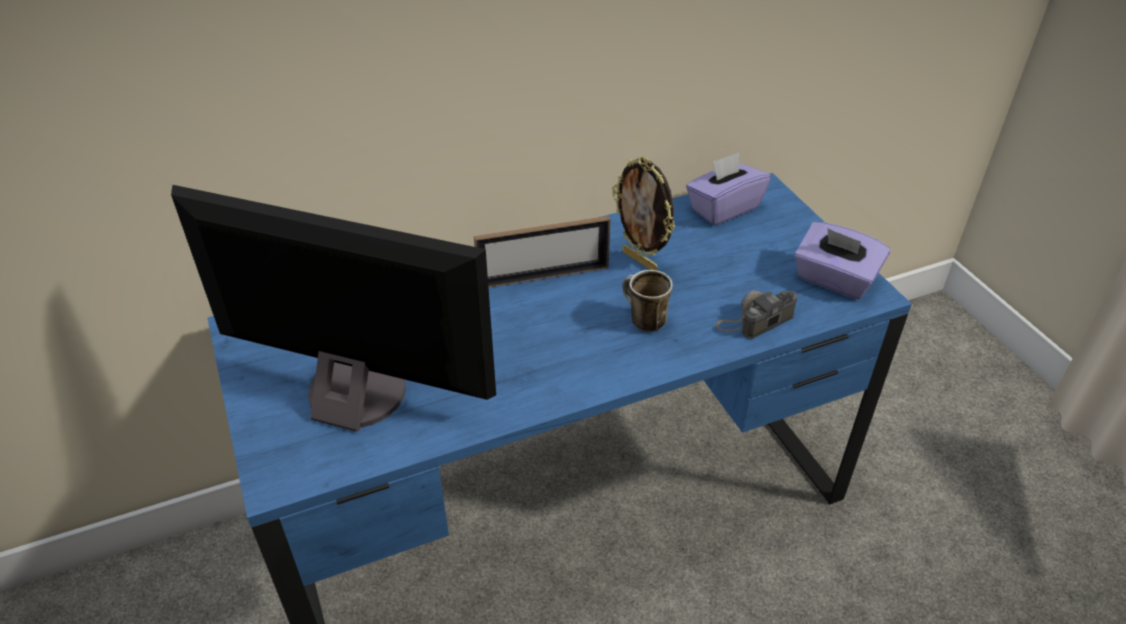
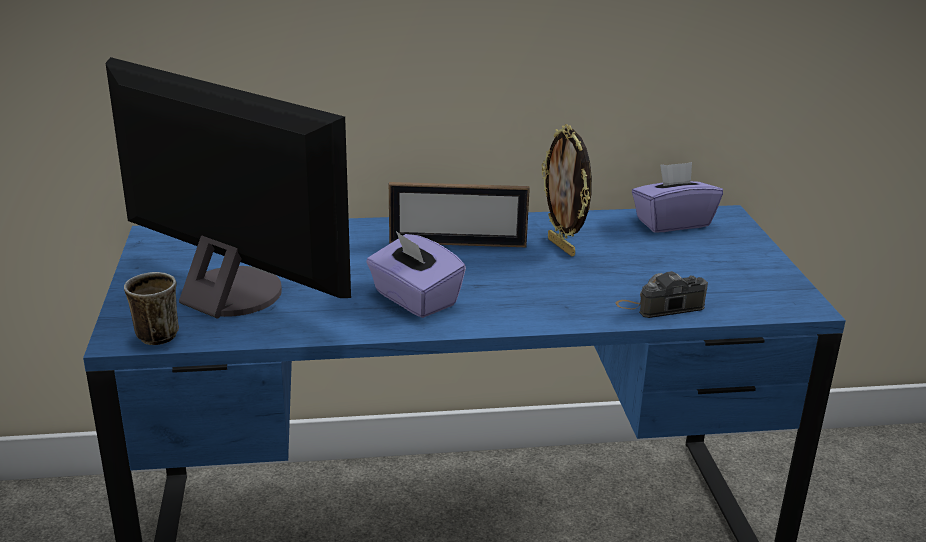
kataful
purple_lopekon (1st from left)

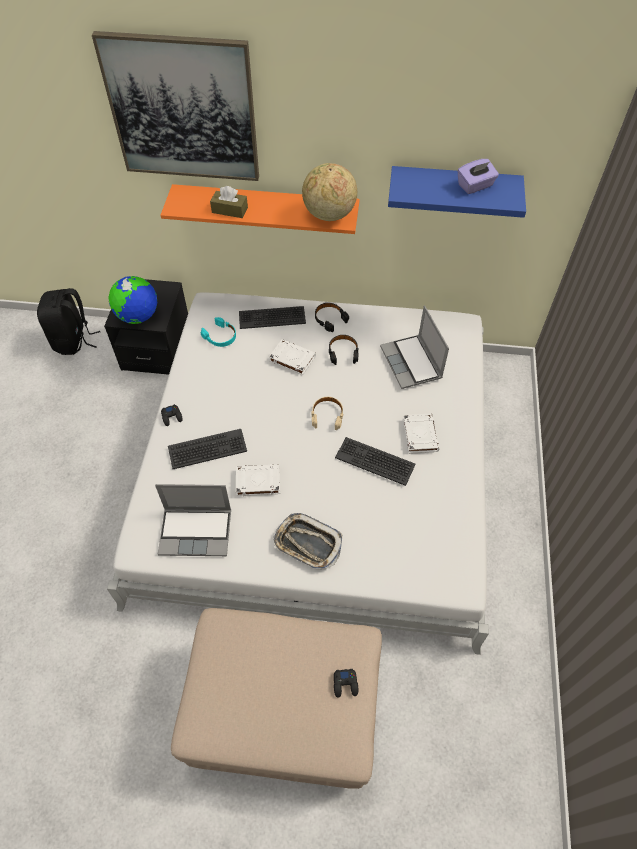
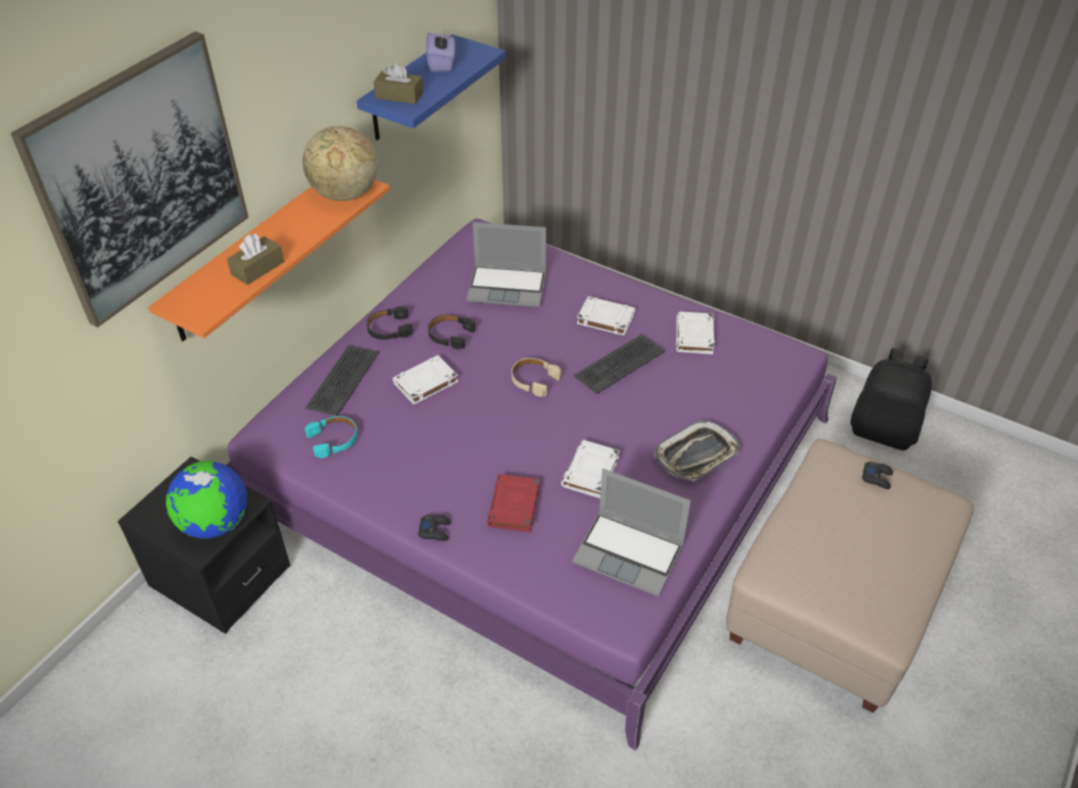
brown_lopekon (2nd from left)
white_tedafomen (4th from left)
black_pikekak
red_tedafomen
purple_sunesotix
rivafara (2nd from left)

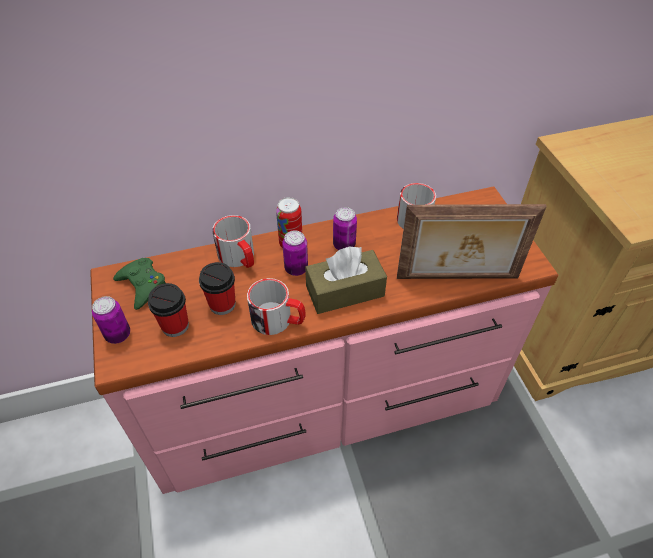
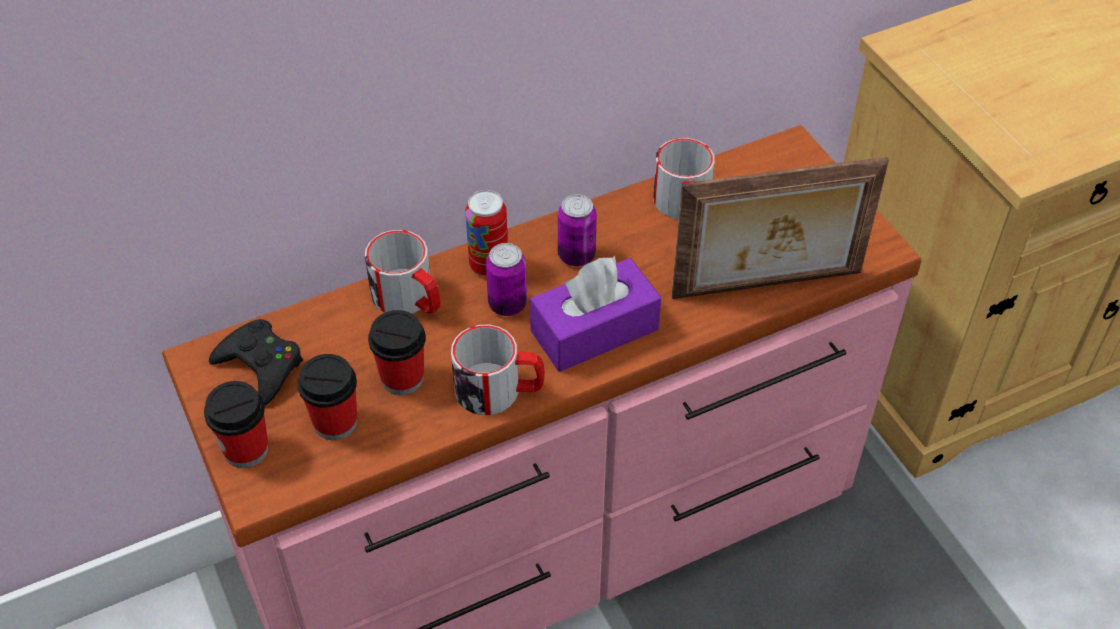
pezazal (1st from left)
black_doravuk
purple_lopekon

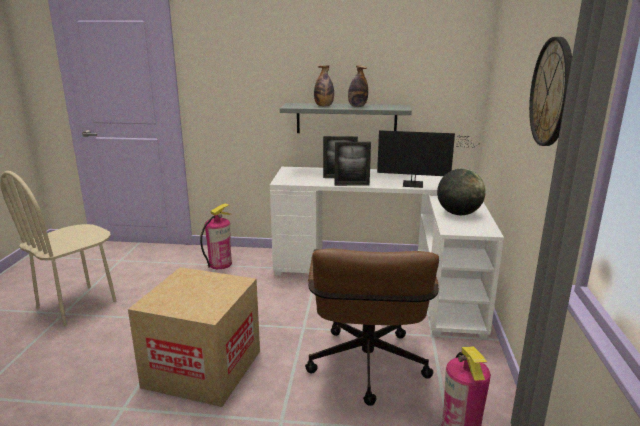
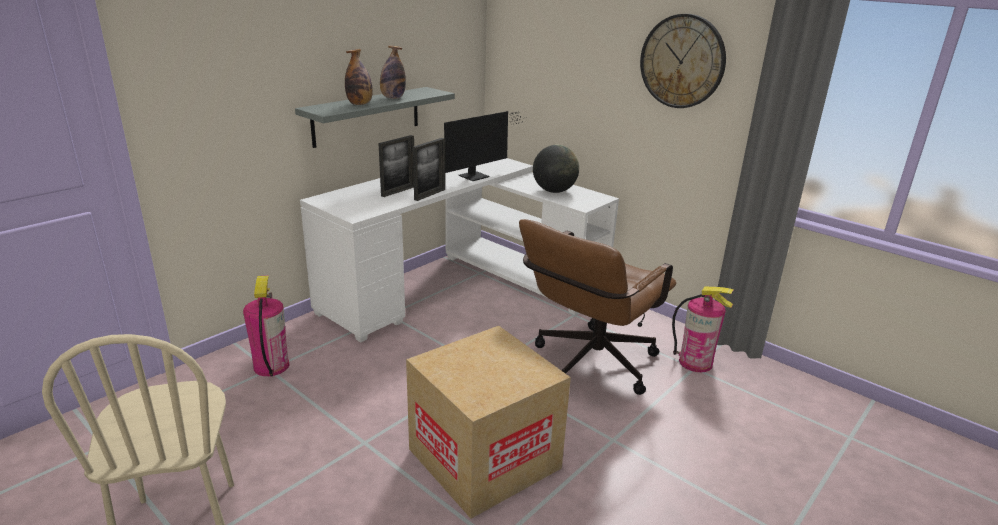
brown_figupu

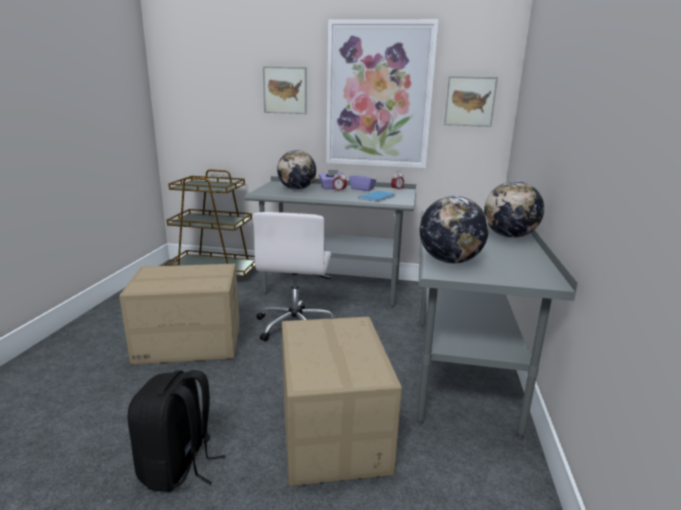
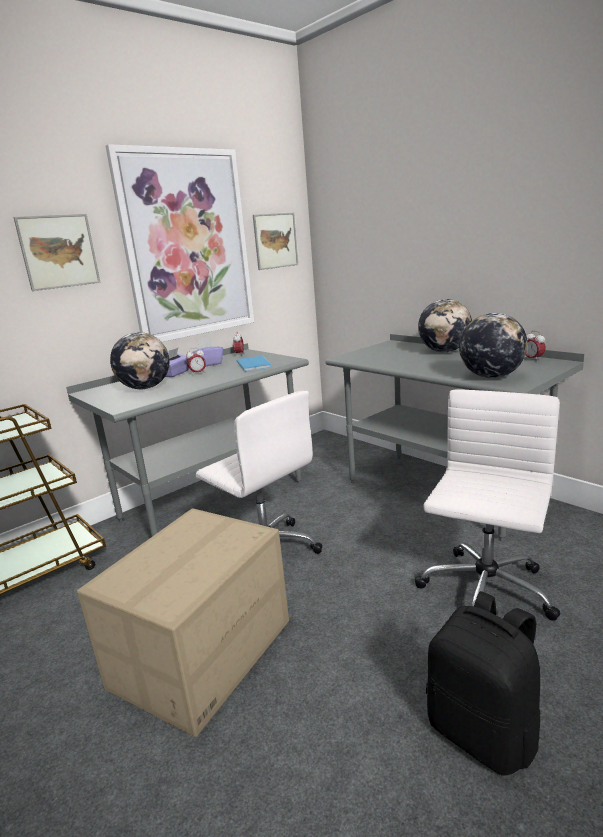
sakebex (3rd from left)
white_figupu (2nd from left)

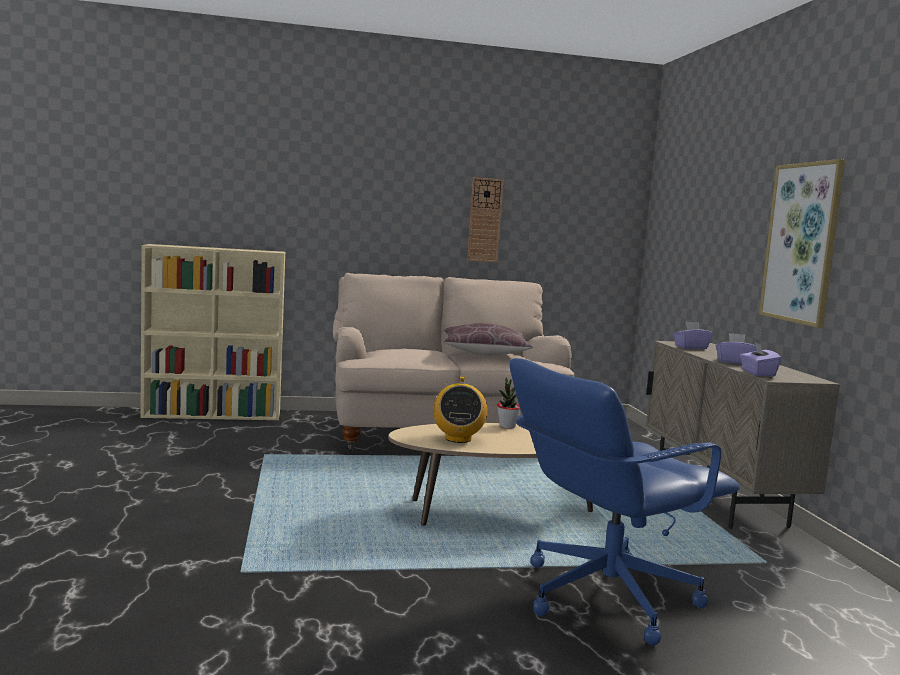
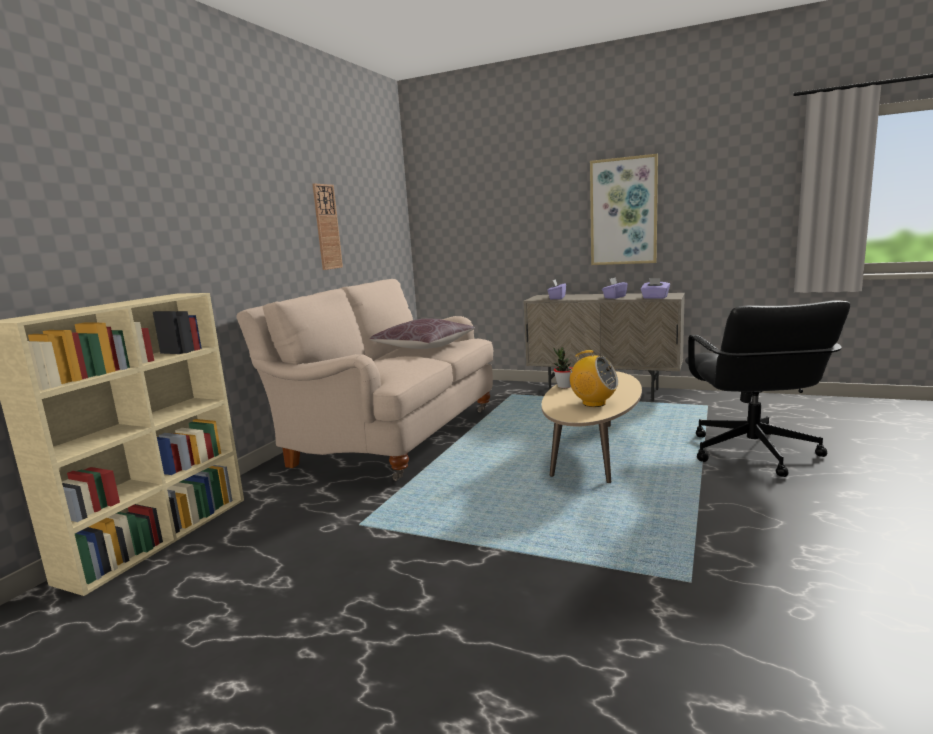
black_figupu

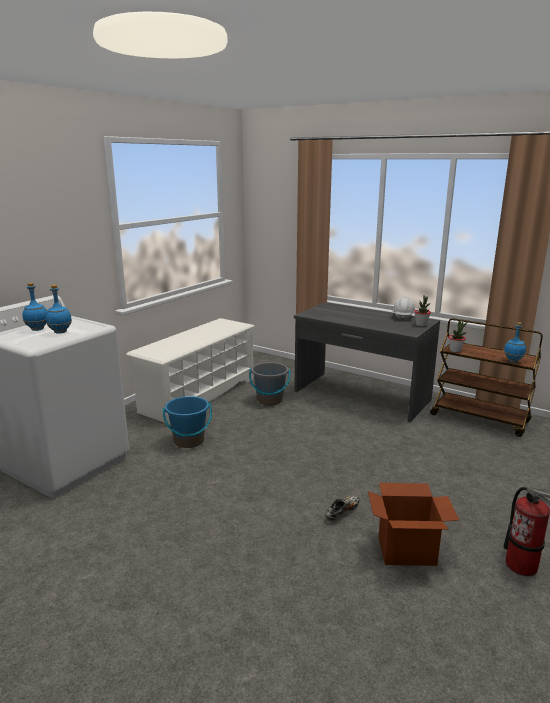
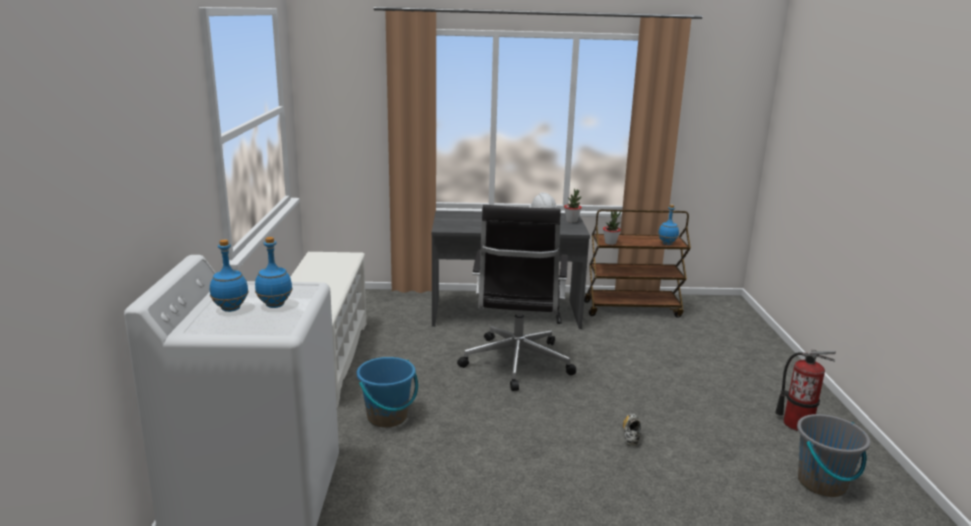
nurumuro
black_figupu
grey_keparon

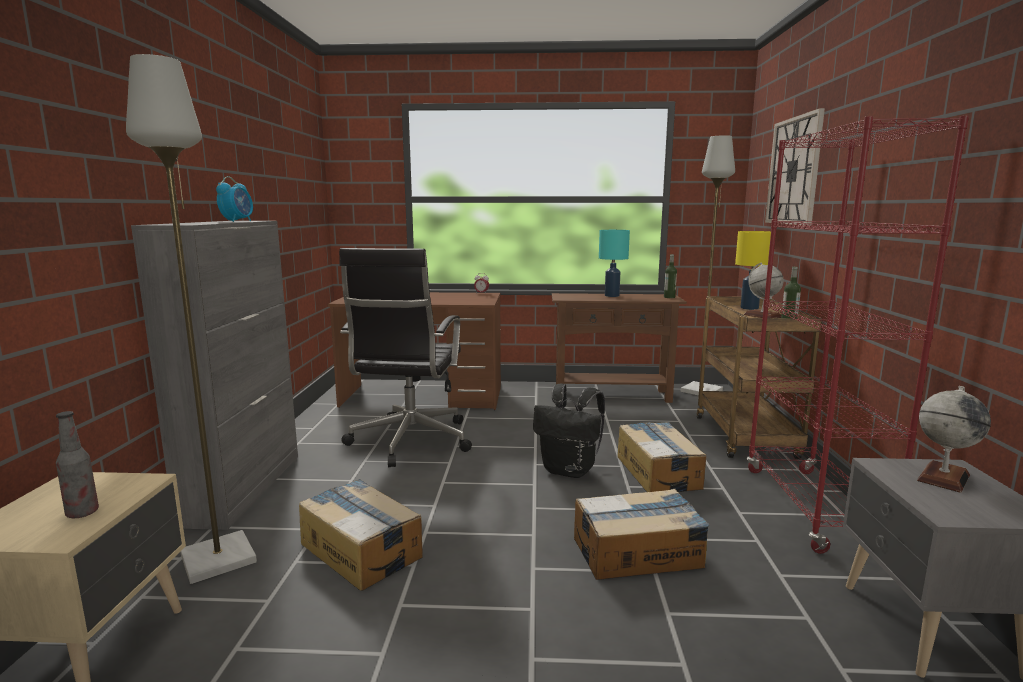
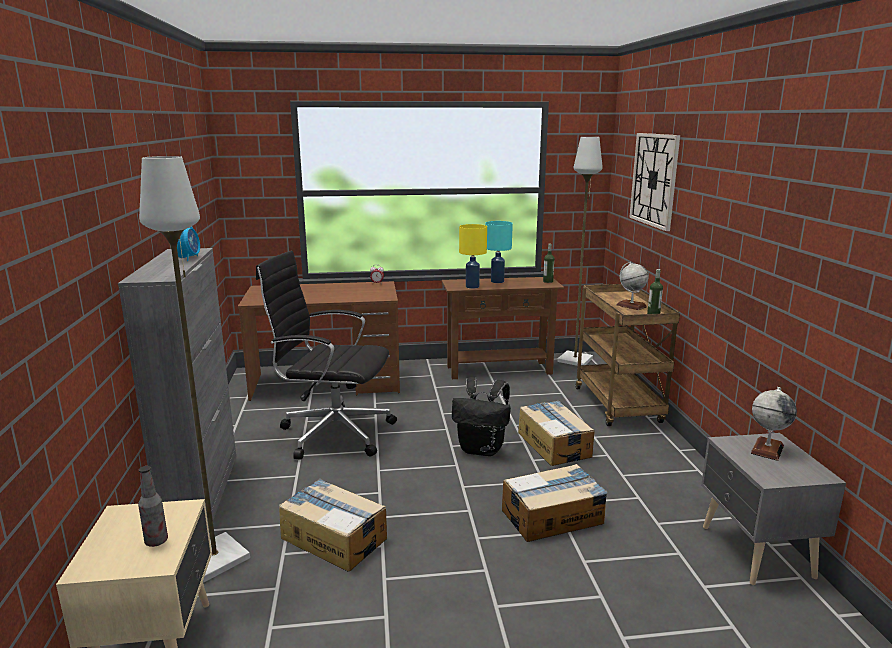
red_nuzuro
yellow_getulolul
black_figupu

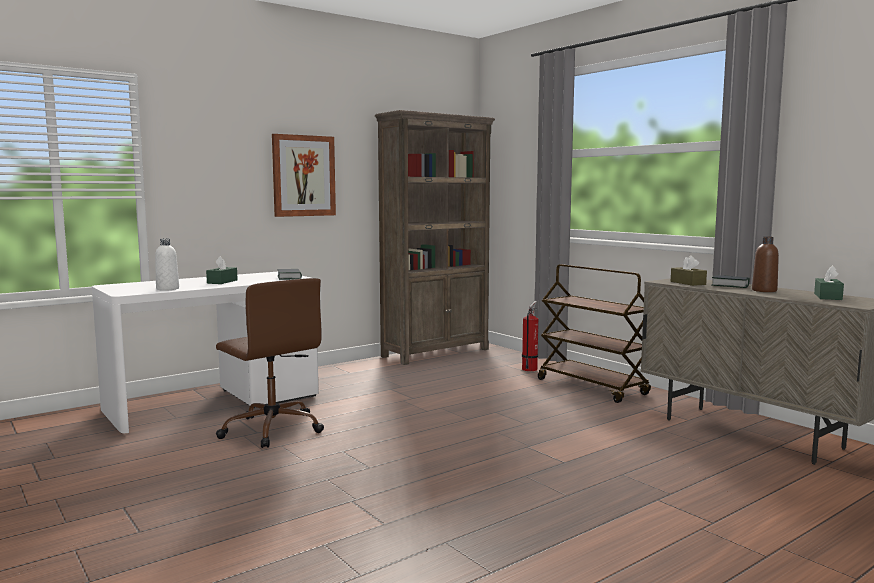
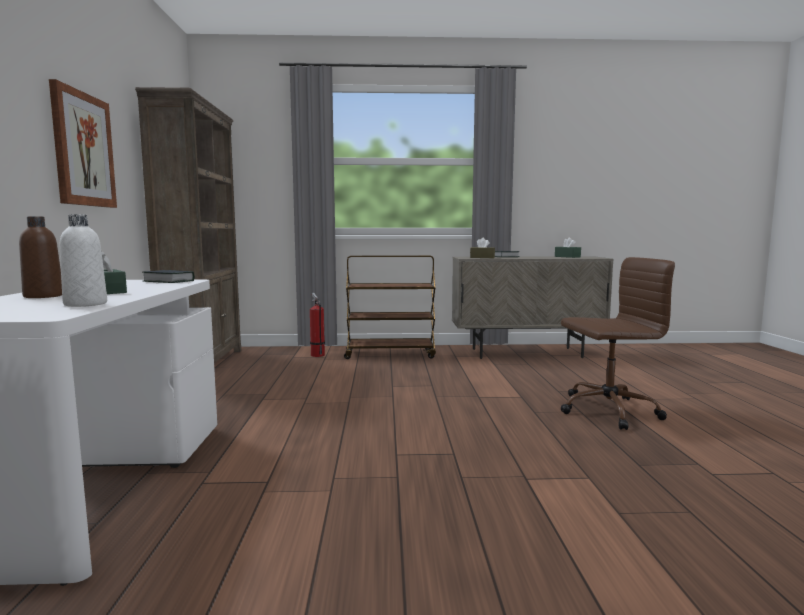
brown_figupu
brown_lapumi

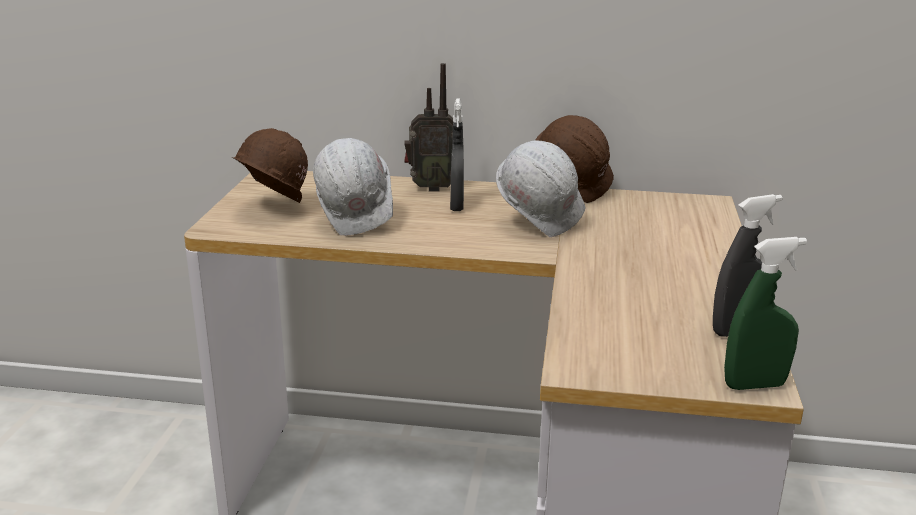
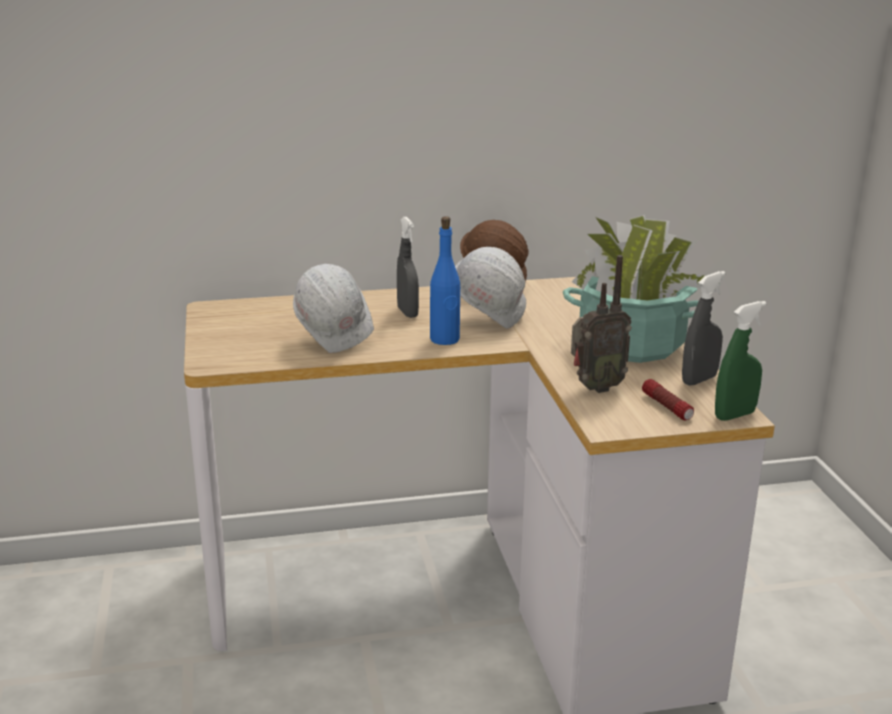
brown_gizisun (1st from left in the first image)
blue_lapumi
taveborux
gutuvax
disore

